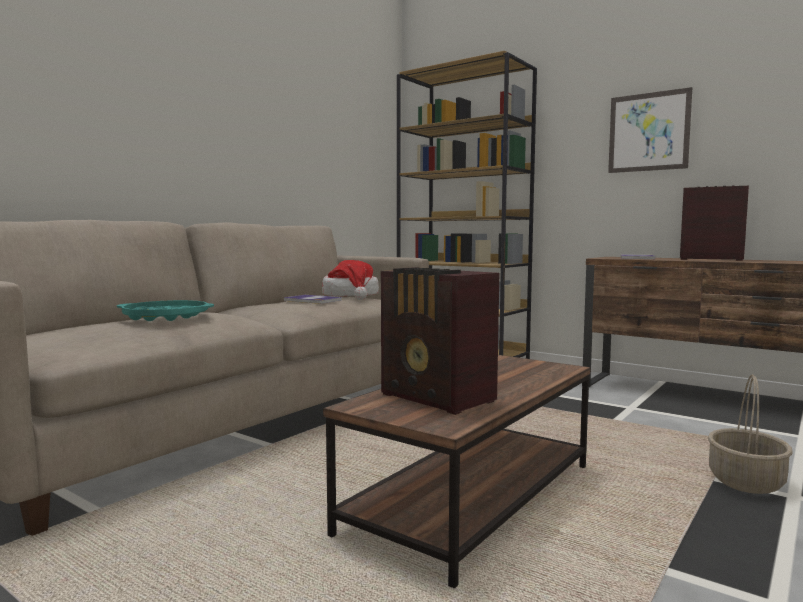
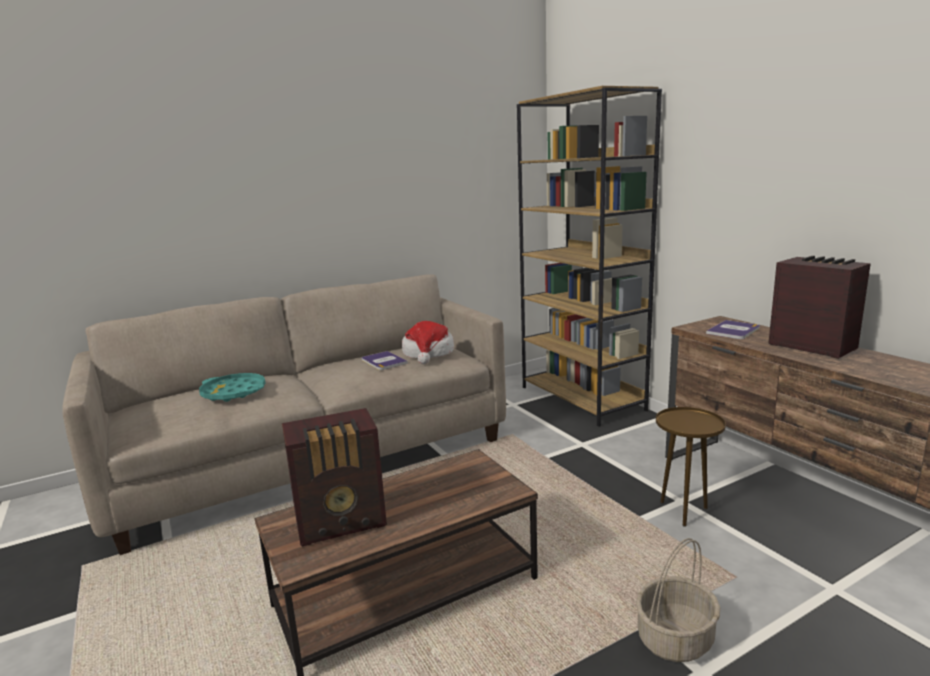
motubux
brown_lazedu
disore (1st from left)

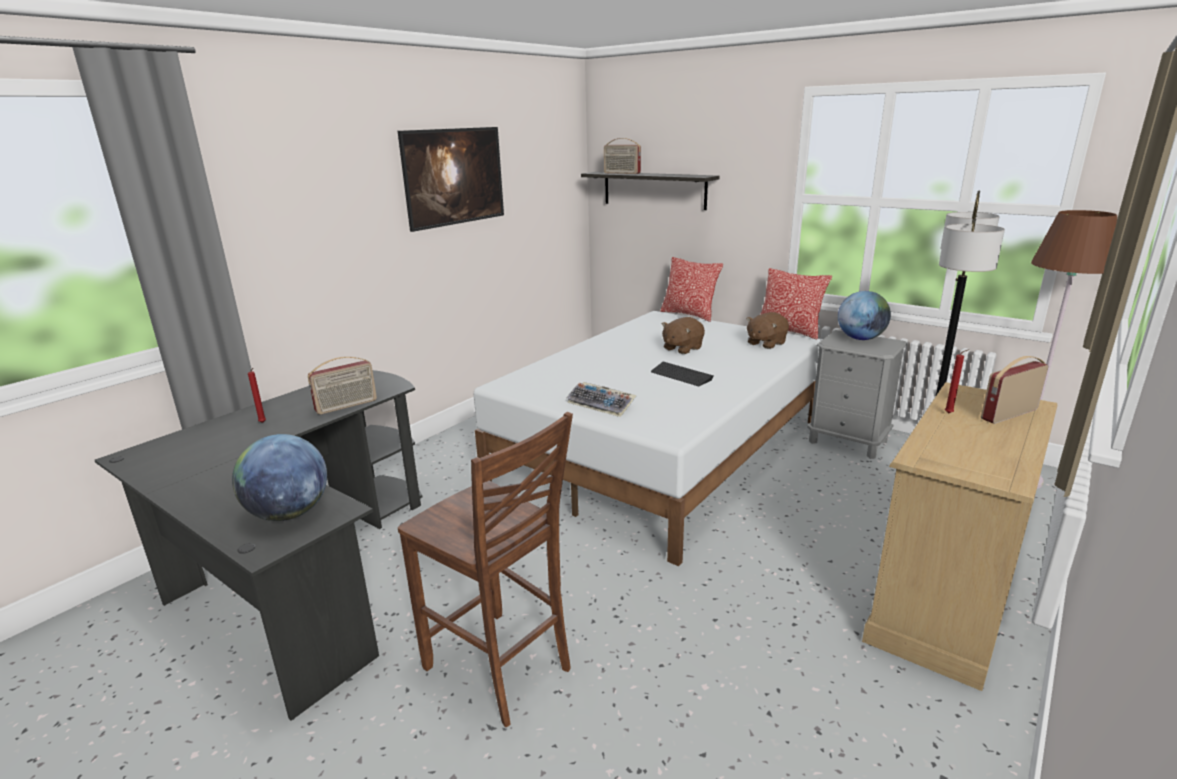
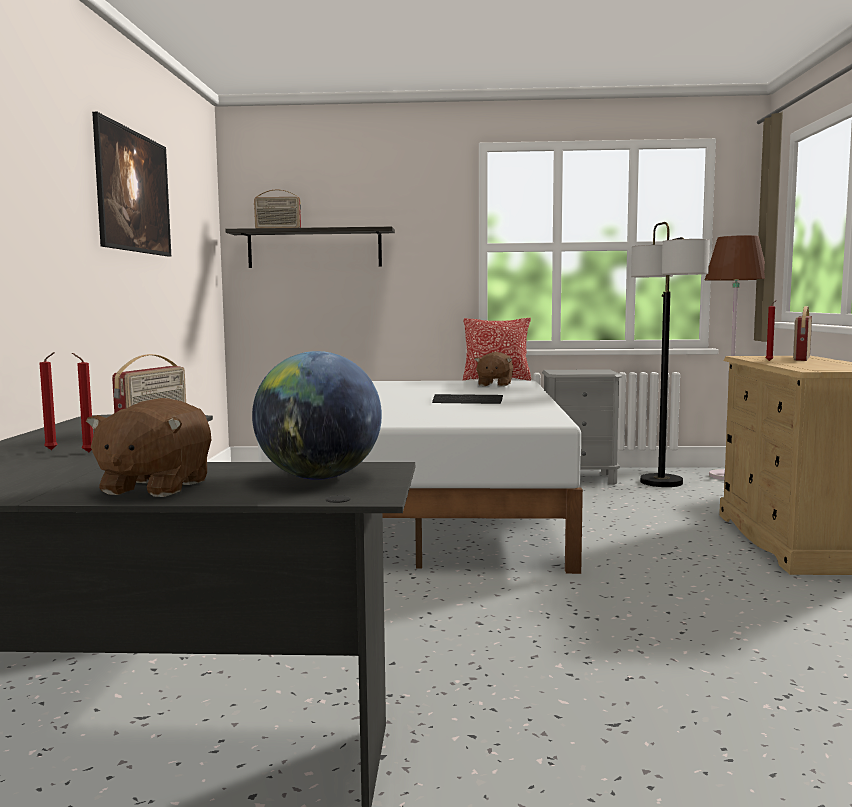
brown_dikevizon
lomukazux (1st from left in the first image)
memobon (1st from left in the first image)
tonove (2nd from left in the first image)
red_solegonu (2nd from left)
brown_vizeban (1st from left)

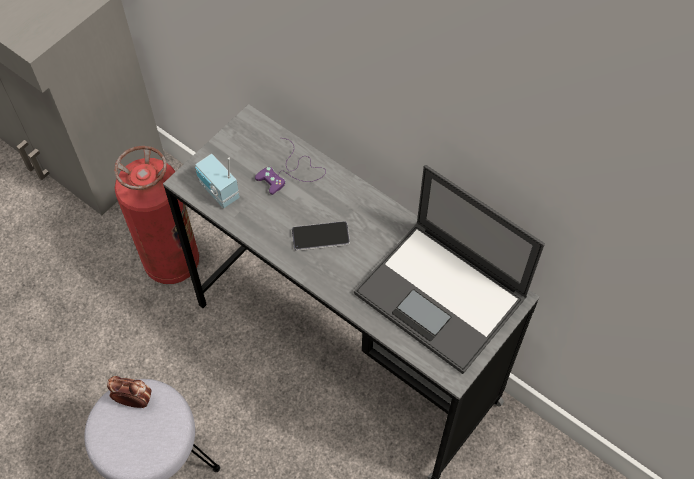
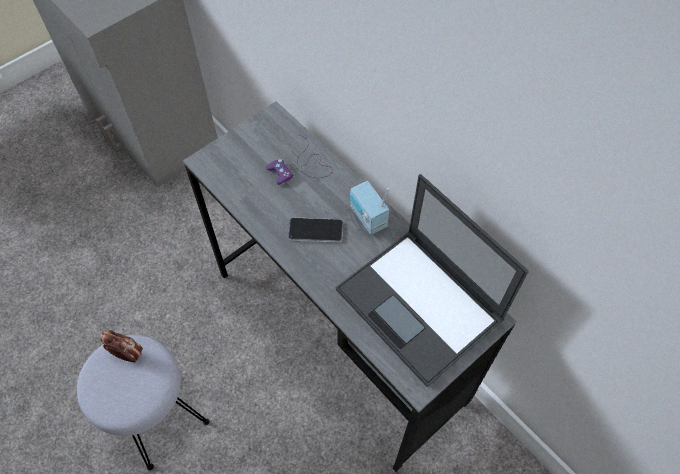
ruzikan
disore

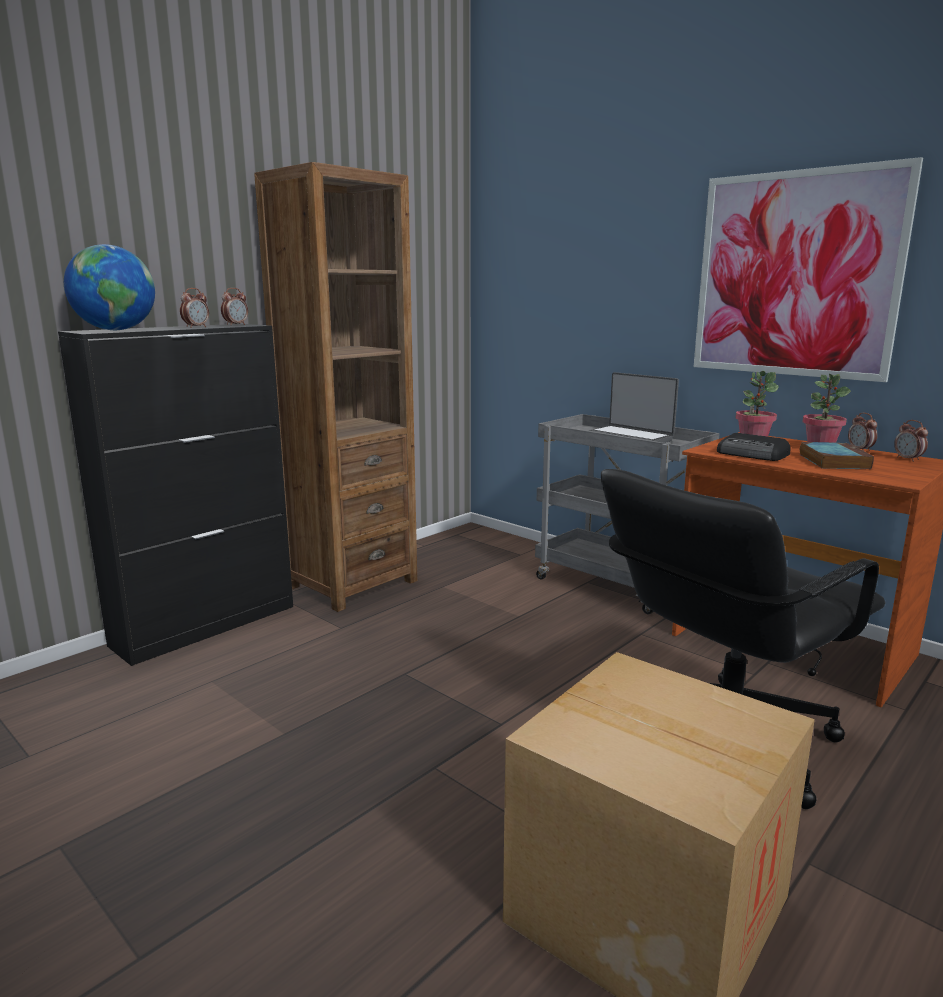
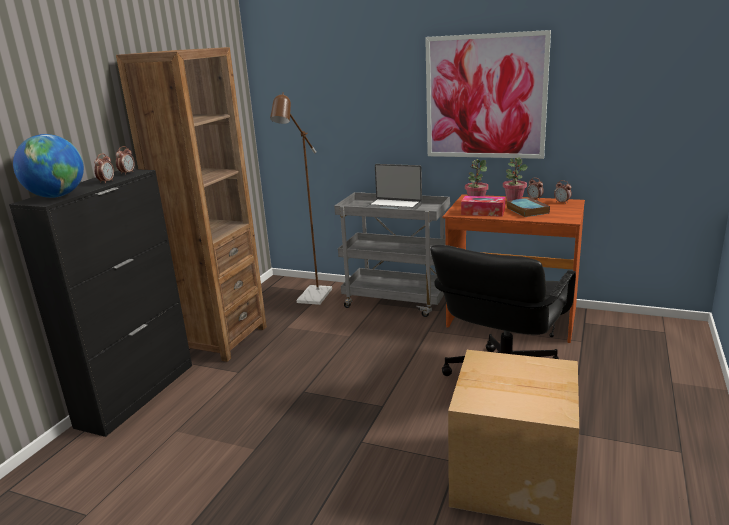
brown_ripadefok
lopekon

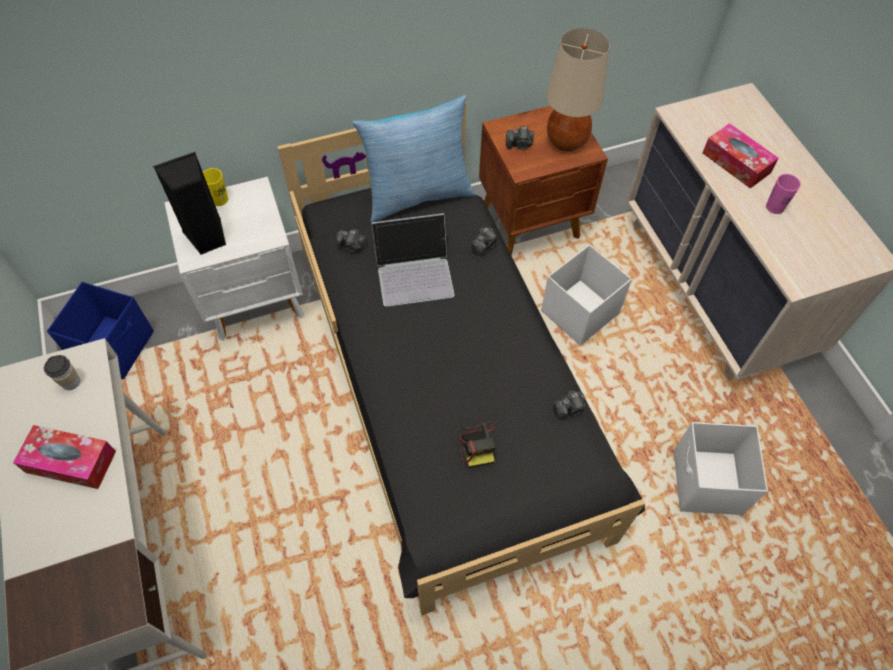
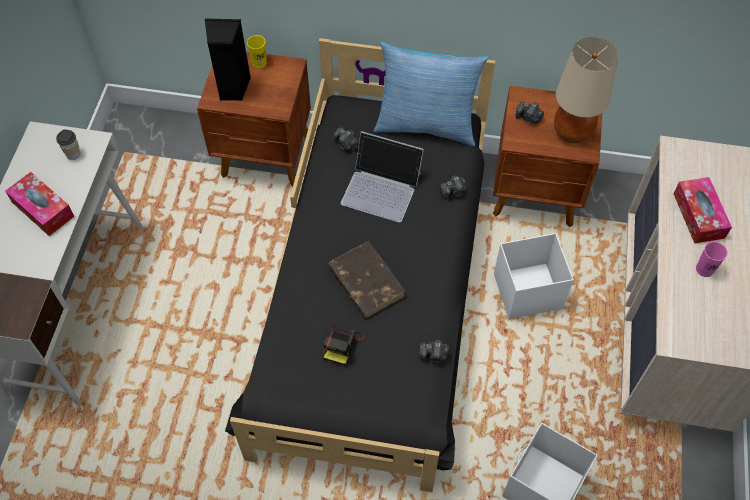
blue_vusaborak
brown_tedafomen
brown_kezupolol (1st from left)

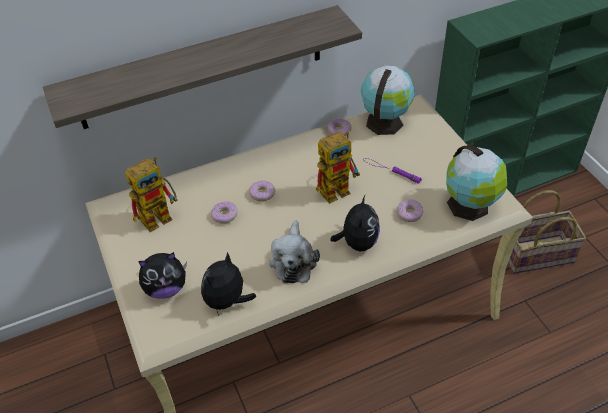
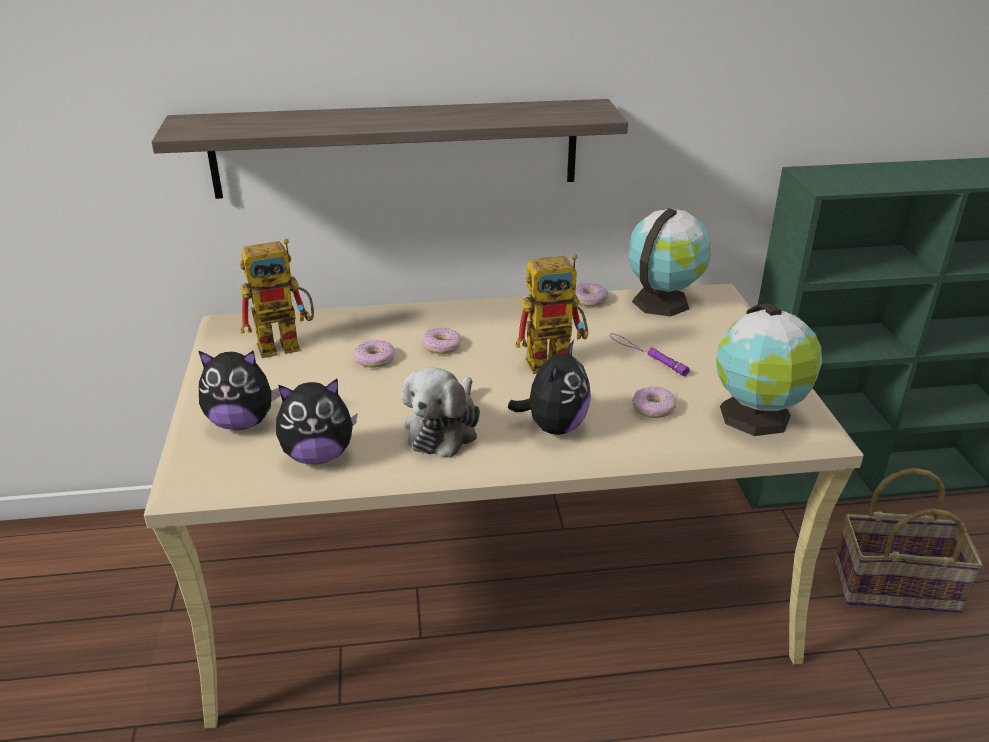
vizeban (2nd from left)

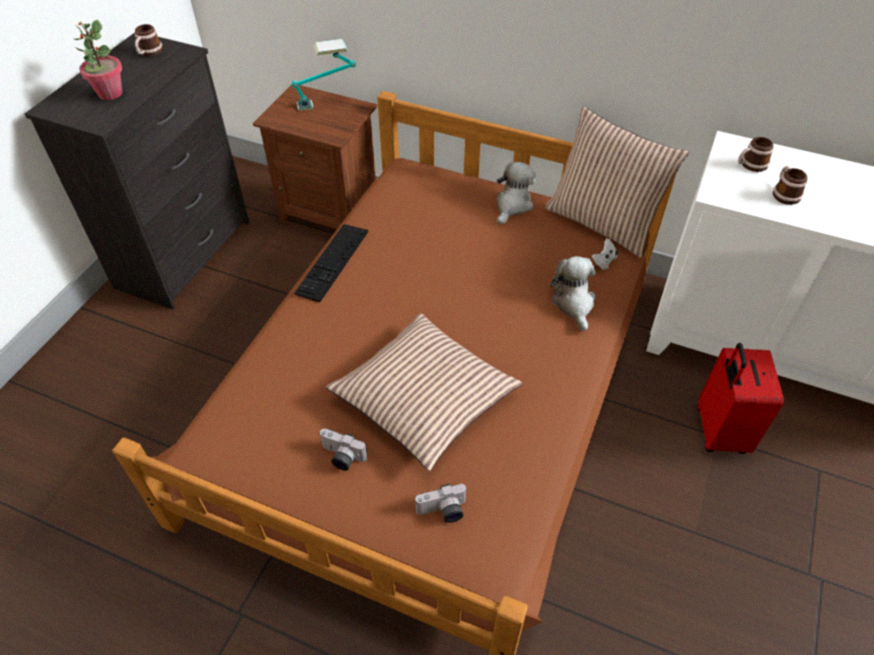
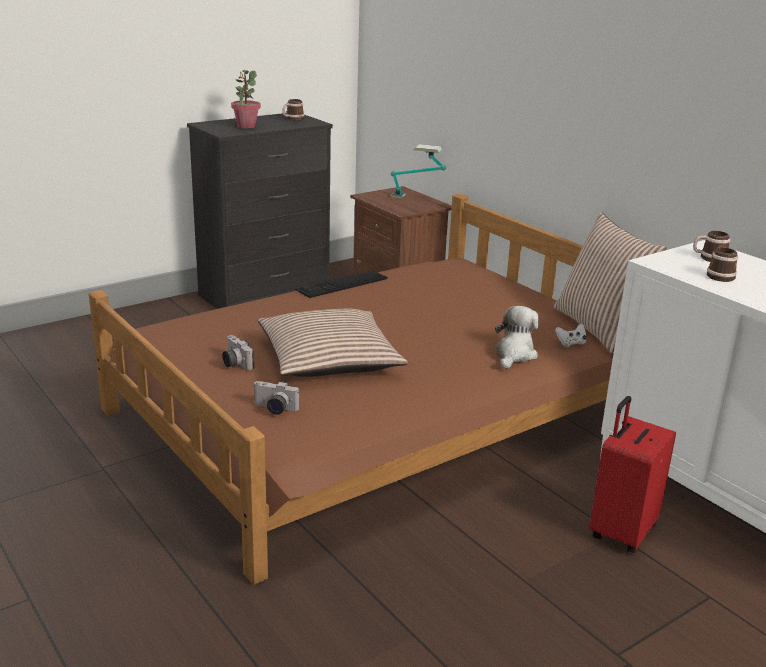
vizeban (1st from left in the first image)

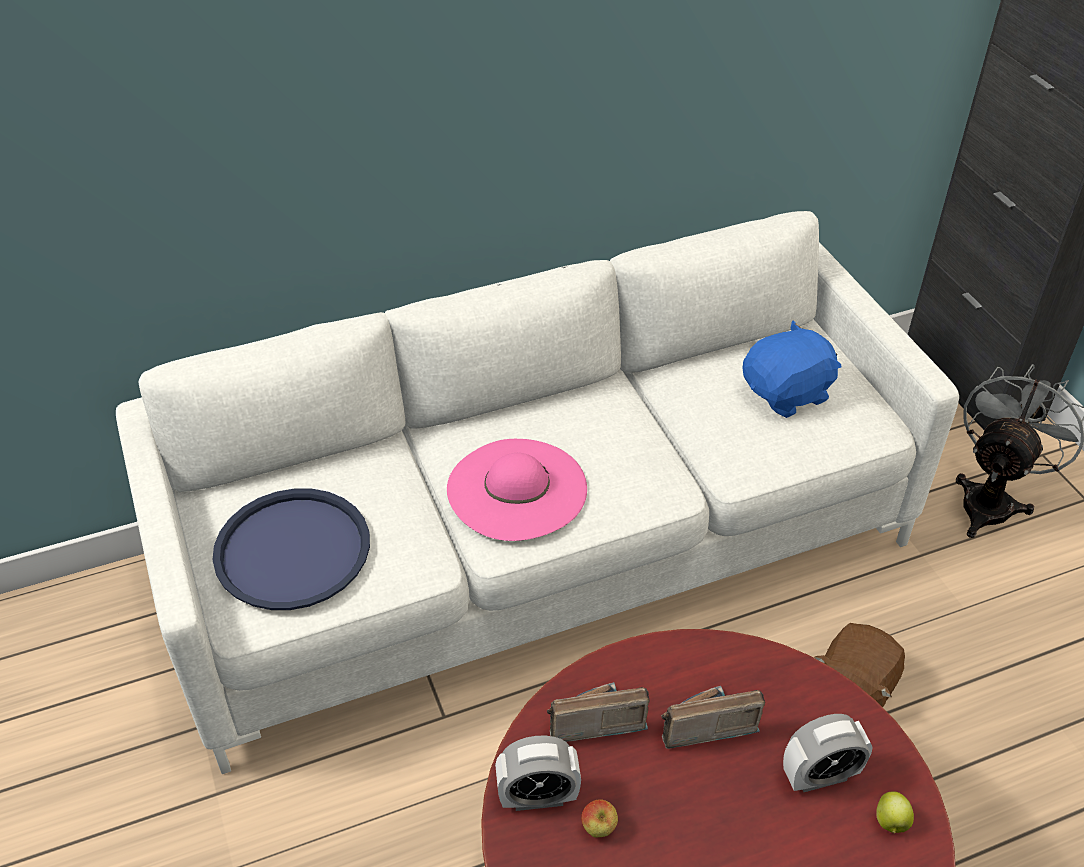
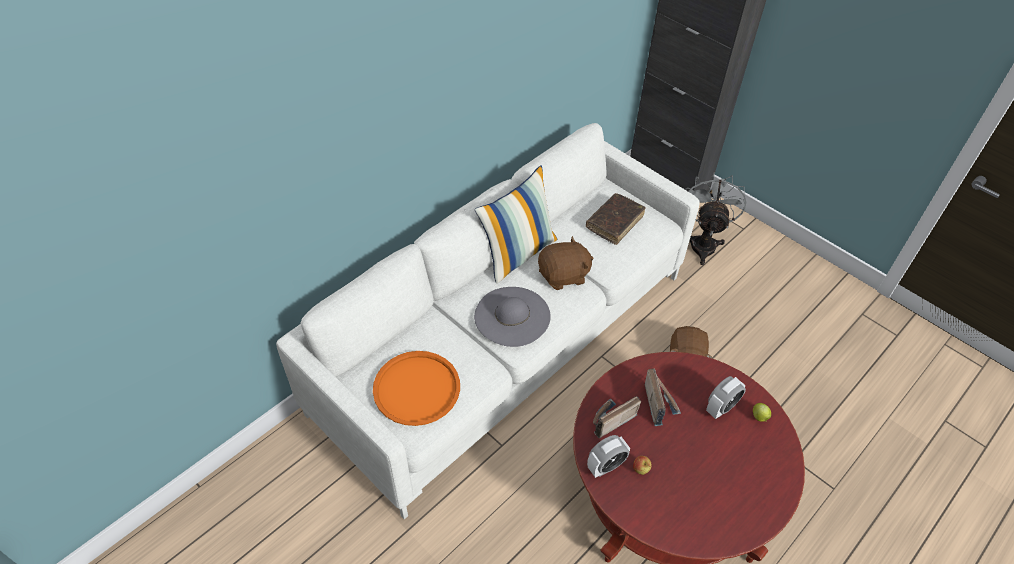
memobon
brown_vizeban (1st from left)
brown_tedafomen
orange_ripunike
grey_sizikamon
disore (2nd from left)

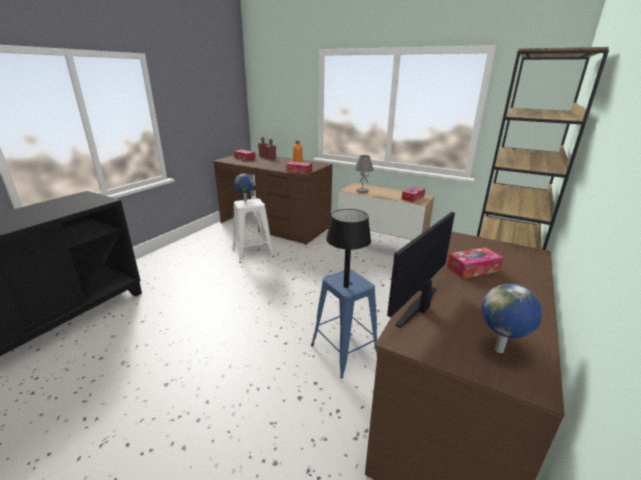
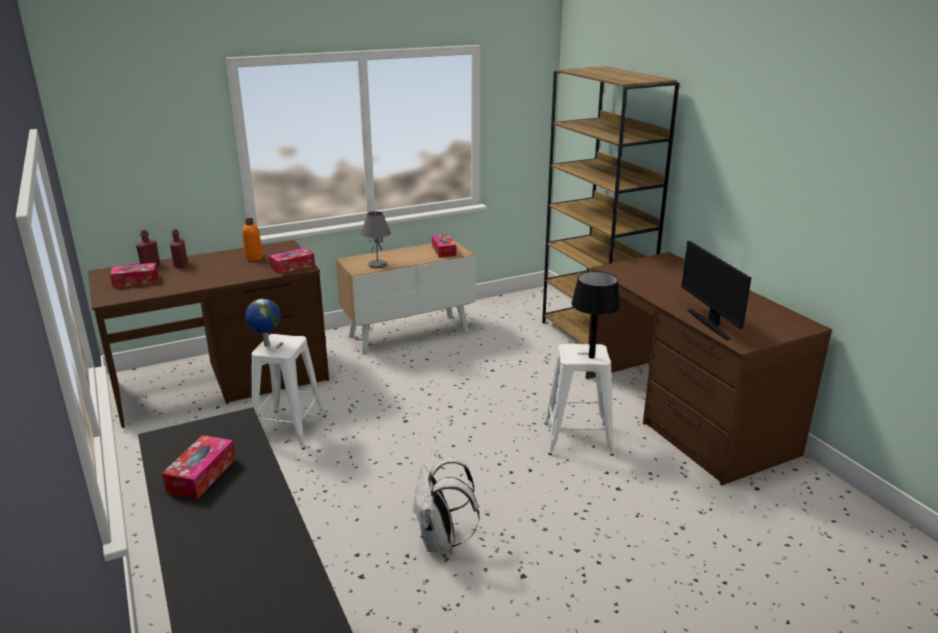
tonove (2nd from left in the first image)
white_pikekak
lopekon (2nd from left)
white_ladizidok (2nd from left)

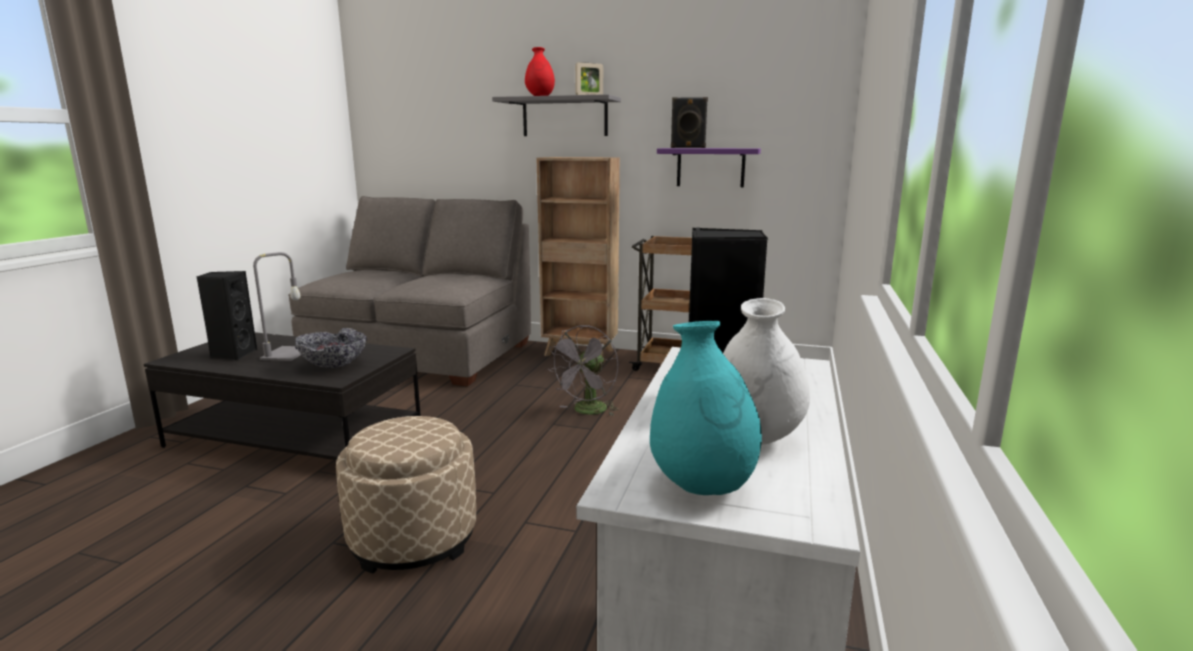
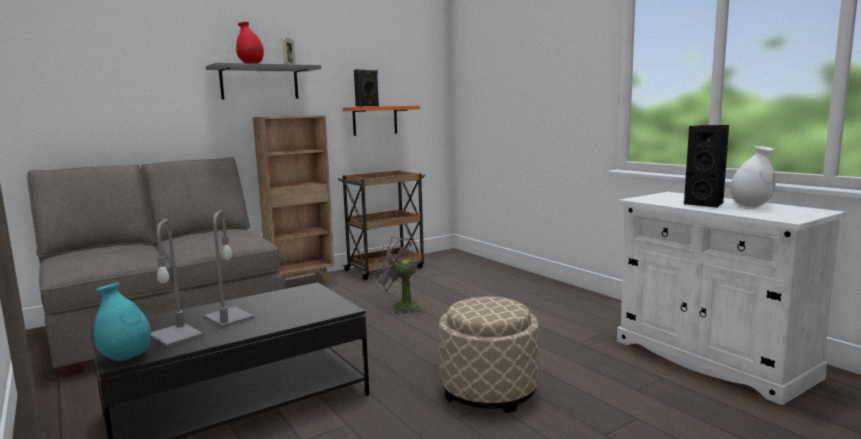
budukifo
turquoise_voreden
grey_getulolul (1st from left)
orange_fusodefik
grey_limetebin

